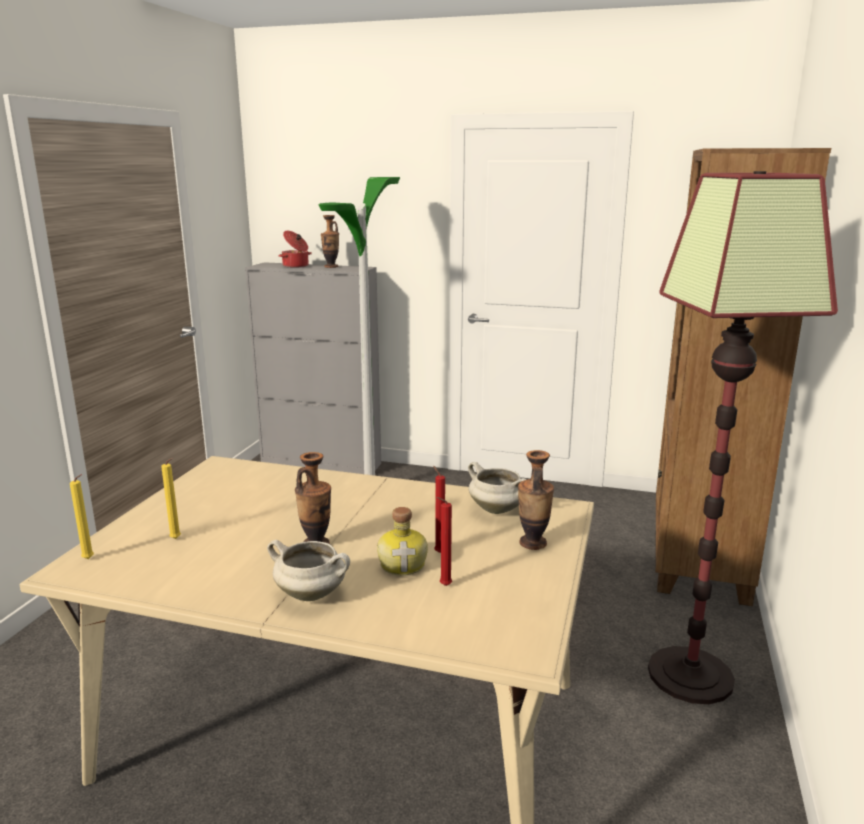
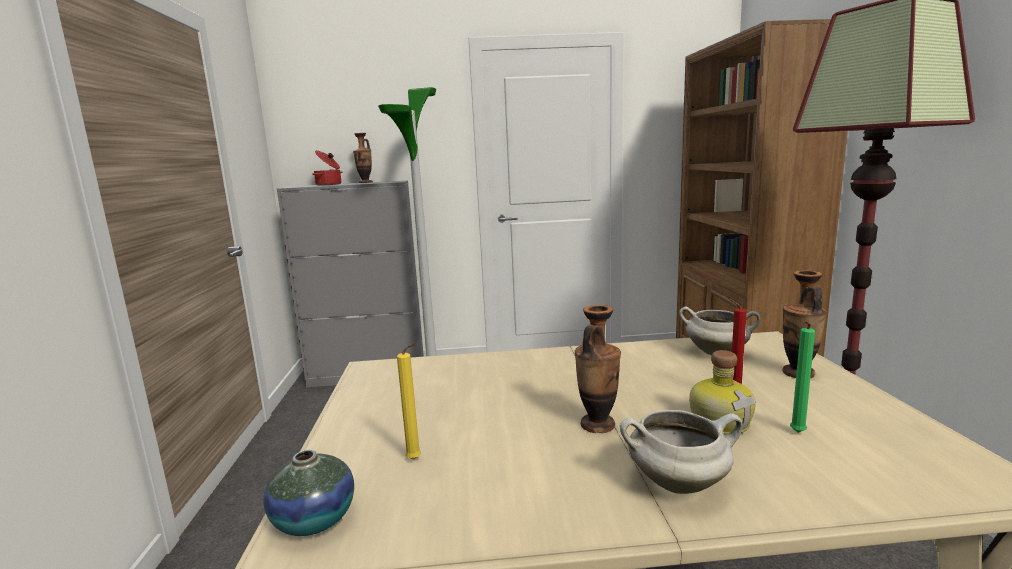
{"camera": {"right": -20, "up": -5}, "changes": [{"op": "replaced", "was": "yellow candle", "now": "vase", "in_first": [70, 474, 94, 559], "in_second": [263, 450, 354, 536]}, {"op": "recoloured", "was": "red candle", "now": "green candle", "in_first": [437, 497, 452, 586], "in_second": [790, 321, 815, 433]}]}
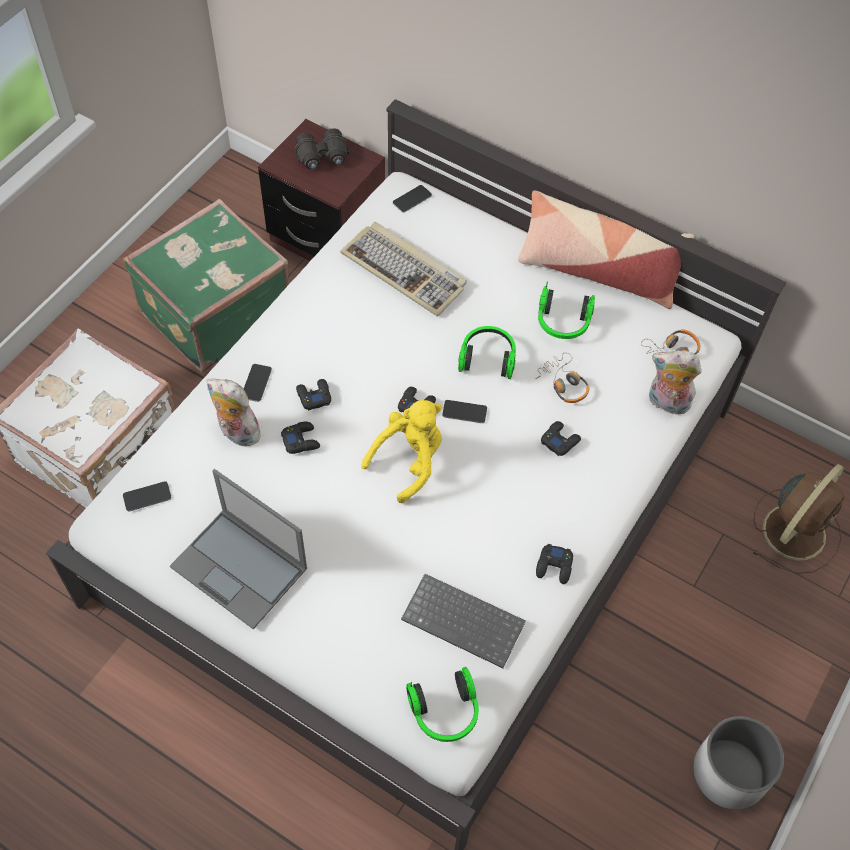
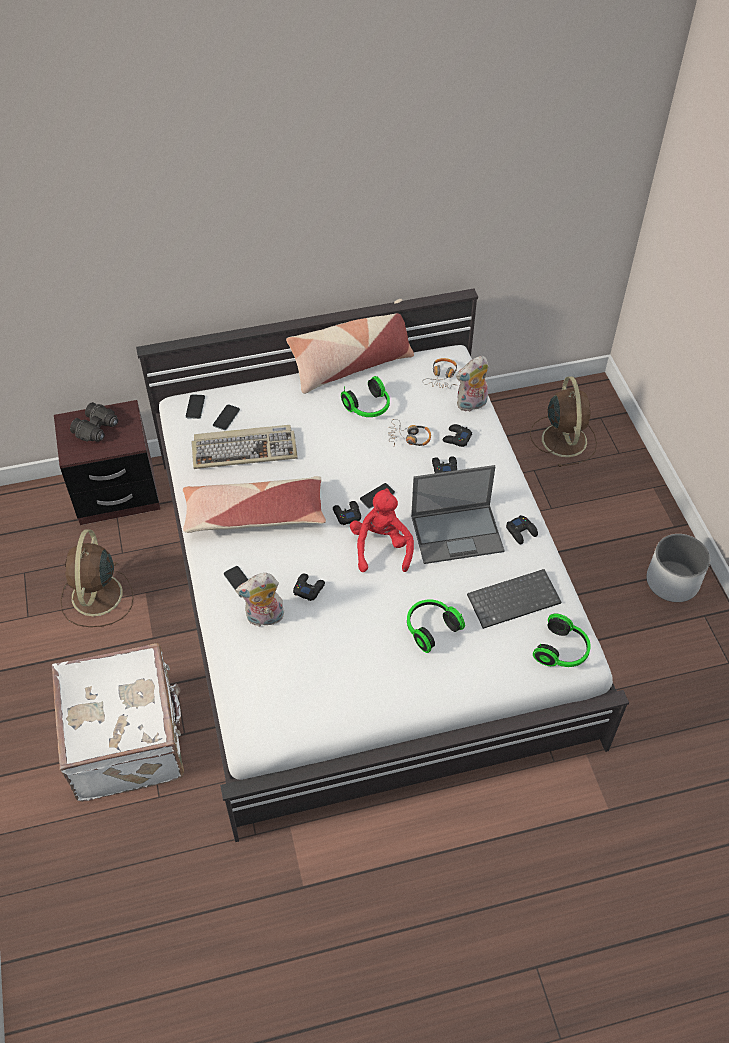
{"camera": {"right": -45, "up": -5}, "changes": [{"op": "replaced", "was": "green suitcase", "now": "brown fan", "in_first": [123, 199, 289, 372], "in_second": [60, 530, 133, 627]}, {"op": "moved", "was": "headphones", "in_first": [458, 326, 516, 379], "in_second": [407, 599, 465, 653]}, {"op": "moved", "was": "black game controller", "in_first": [296, 379, 331, 410], "in_second": [443, 424, 472, 447]}, {"op": "recoloured", "was": "yellow plush toy", "now": "red plush toy", "in_first": [361, 400, 442, 503], "in_second": [350, 488, 414, 572]}, {"op": "moved", "was": "laptop", "in_first": [170, 469, 307, 630], "in_second": [411, 465, 504, 564]}, {"op": "moved", "was": "phone", "in_first": [123, 481, 171, 511], "in_second": [213, 404, 240, 430]}, {"op": "added", "now": "pillow", "in_second": [183, 476, 326, 533]}]}
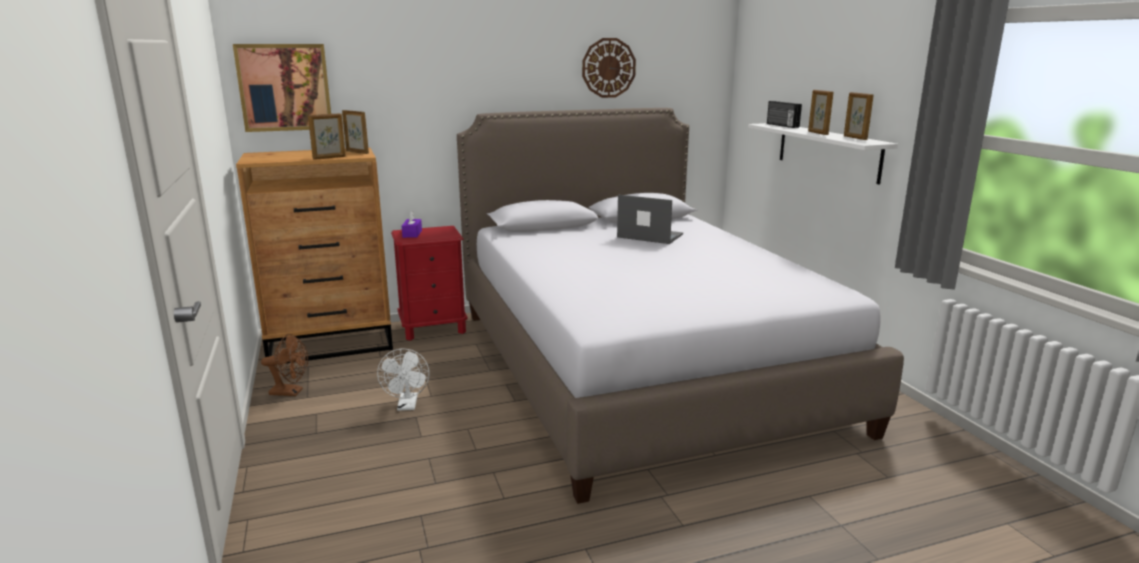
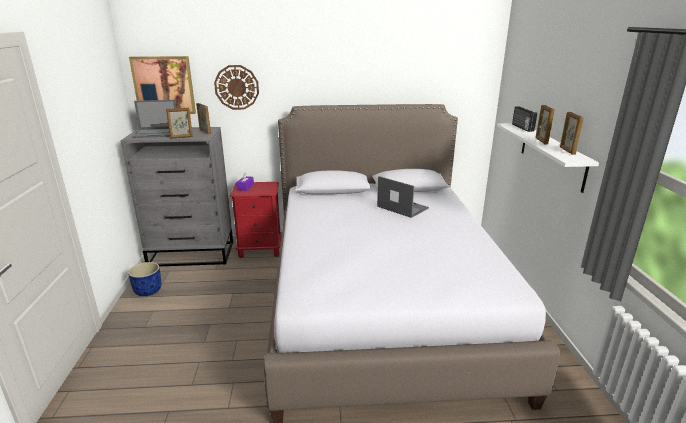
{"camera": {"right": 15, "up": 5}, "changes": [{"op": "moved", "was": "wall clock", "in_first": [582, 38, 636, 98], "in_second": [214, 65, 259, 110]}, {"op": "recoloured", "was": "brown dresser", "now": "grey dresser", "in_first": [236, 147, 393, 364], "in_second": [120, 127, 233, 267]}, {"op": "replaced", "was": "brown fan", "now": "blue planter", "in_first": [261, 334, 308, 396], "in_second": [128, 262, 161, 296]}, {"op": "removed", "was": "white fan", "in_first": [377, 348, 430, 411]}, {"op": "added", "now": "laptop", "in_second": [132, 100, 176, 138]}]}
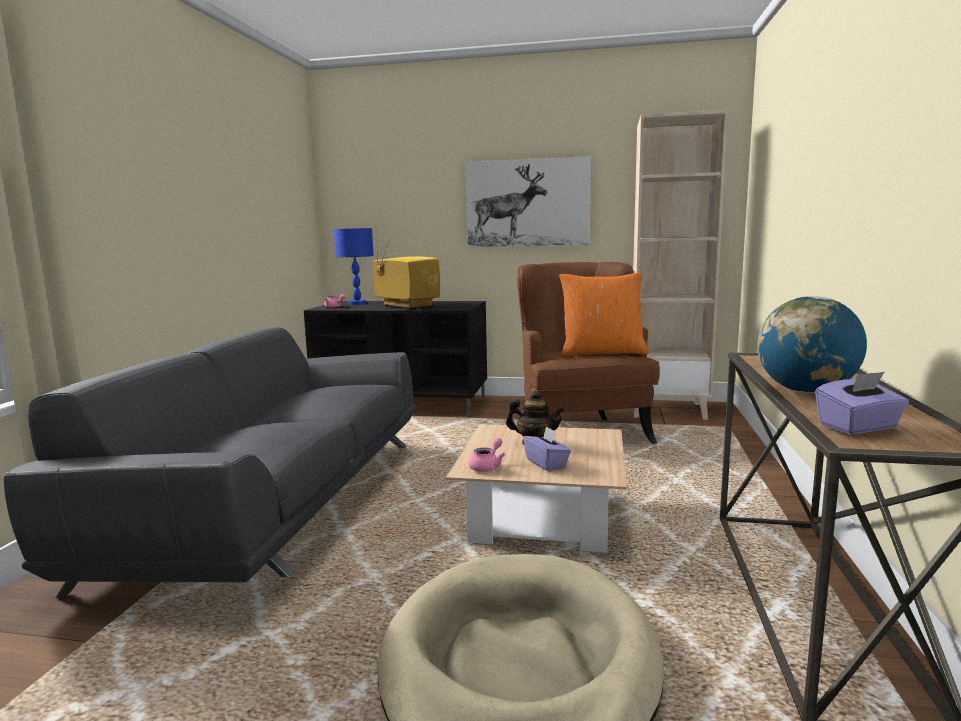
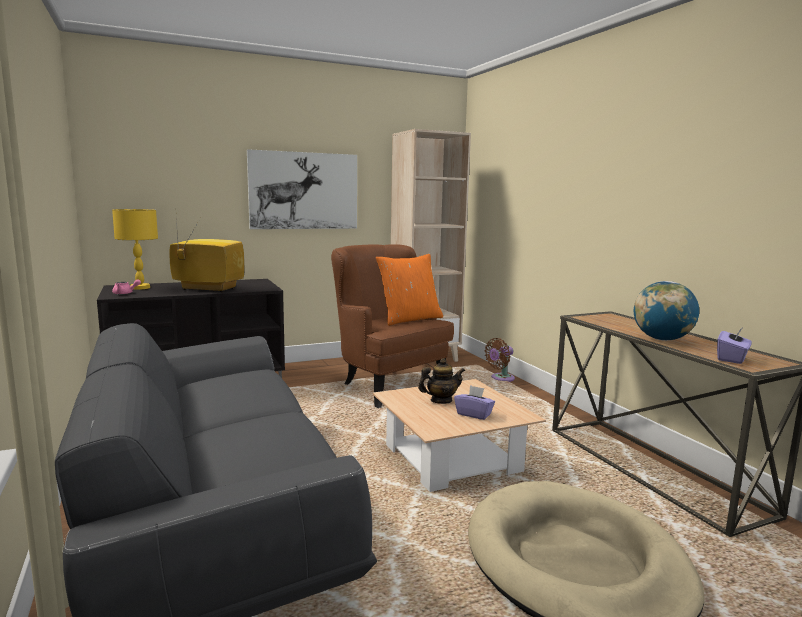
{"camera": {"right": -35, "up": 0}, "changes": [{"op": "recoloured", "was": "blue table lamp", "now": "yellow table lamp", "in_first": [334, 228, 374, 305], "in_second": [112, 209, 158, 290]}, {"op": "removed", "was": "pink teapot", "in_first": [469, 437, 505, 472]}, {"op": "added", "now": "brown fan", "in_second": [484, 338, 515, 382]}]}
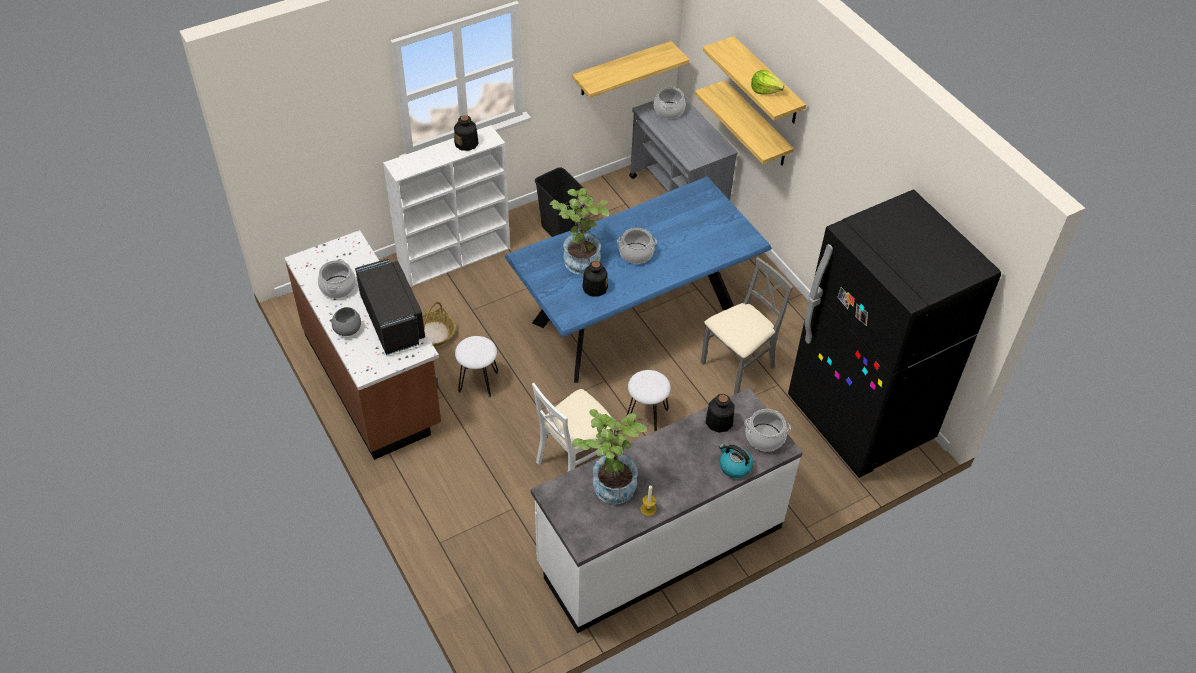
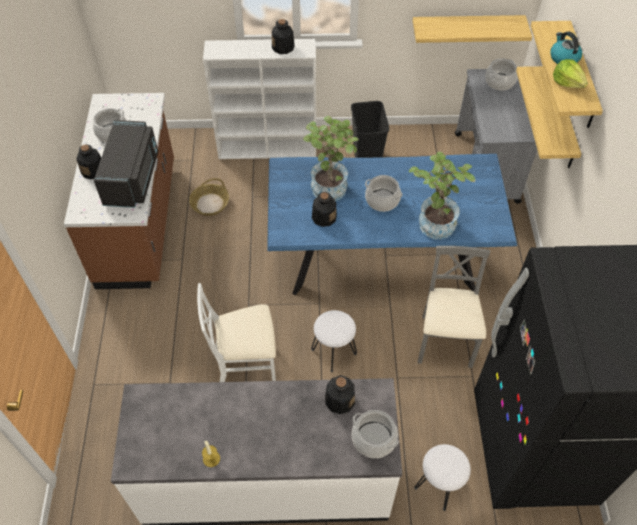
{"camera": {"right": 30, "up": 5}, "changes": [{"op": "turned", "was": "grey chair", "in_first": [701, 257, 793, 394], "in_second": [418, 246, 490, 368], "clockwise": -75}, {"op": "replaced", "was": "grey bowl", "now": "bottle", "in_first": [331, 307, 361, 336], "in_second": [77, 144, 101, 179]}, {"op": "moved", "was": "white stool", "in_first": [455, 336, 498, 397], "in_second": [414, 444, 471, 511]}, {"op": "moved", "was": "potted plant", "in_first": [572, 409, 647, 504], "in_second": [409, 152, 475, 239]}, {"op": "moved", "was": "kettle", "in_first": [719, 444, 753, 478], "in_second": [550, 31, 582, 64]}]}
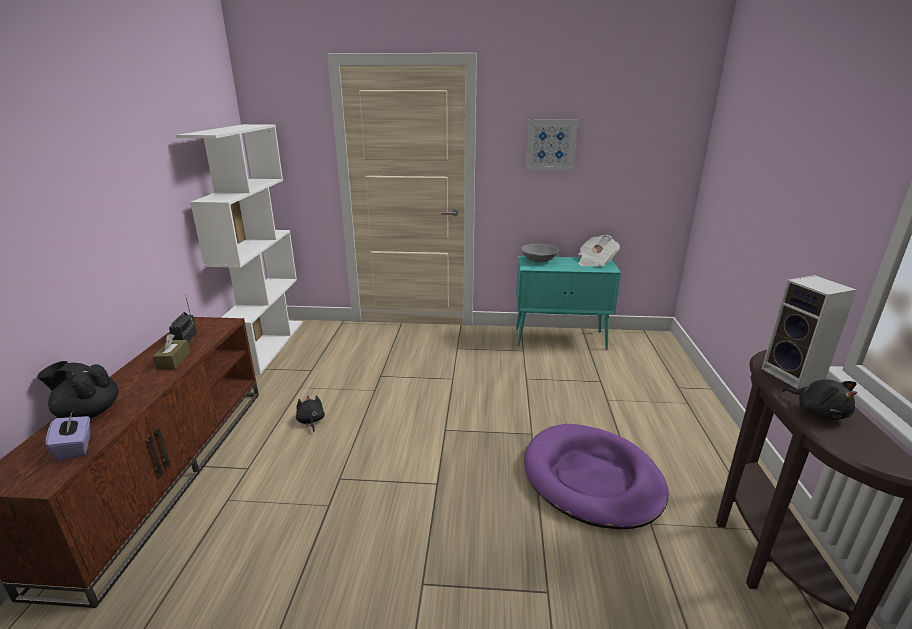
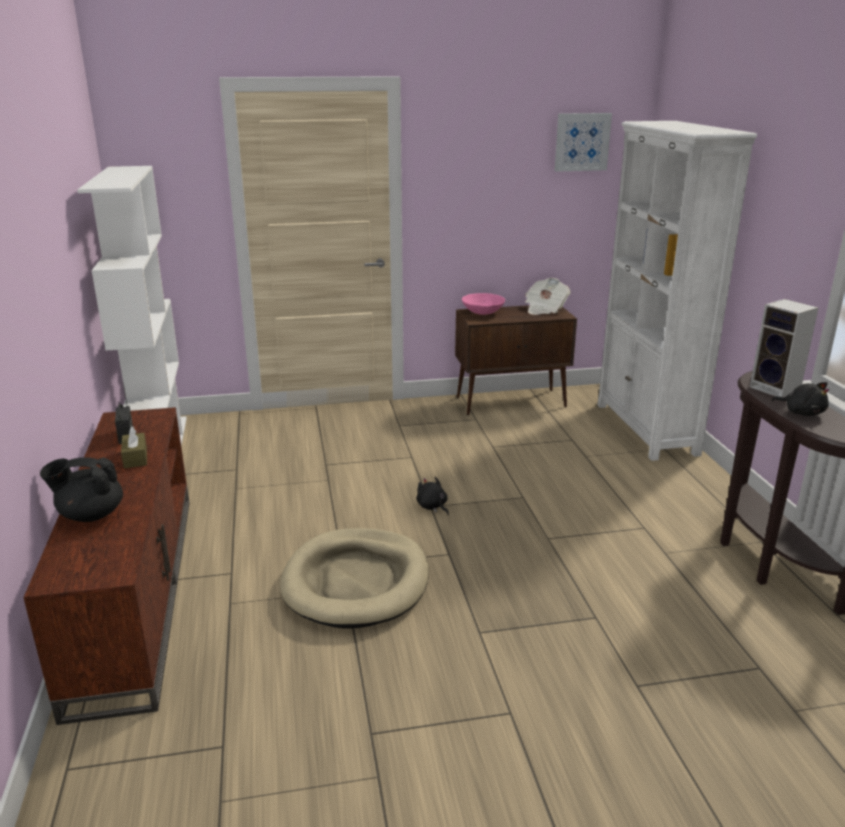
{"camera": {"right": -15, "up": 0}, "changes": [{"op": "moved", "was": "picture", "in_first": [526, 119, 578, 170], "in_second": [555, 113, 612, 172]}, {"op": "recoloured", "was": "grey bowl", "now": "pink bowl", "in_first": [521, 244, 559, 262], "in_second": [462, 293, 505, 315]}, {"op": "recoloured", "was": "turquoise cabinet", "now": "brown cabinet", "in_first": [516, 256, 621, 349], "in_second": [455, 305, 577, 415]}, {"op": "moved", "was": "black plush toy", "in_first": [296, 395, 325, 432], "in_second": [416, 476, 449, 515]}, {"op": "removed", "was": "purple tissue box", "in_first": [46, 412, 90, 462]}, {"op": "removed", "was": "purple dog bed", "in_first": [524, 424, 669, 529]}, {"op": "added", "now": "white bookcase", "in_second": [597, 121, 757, 461]}, {"op": "added", "now": "beige dog bed", "in_second": [280, 528, 429, 629]}]}
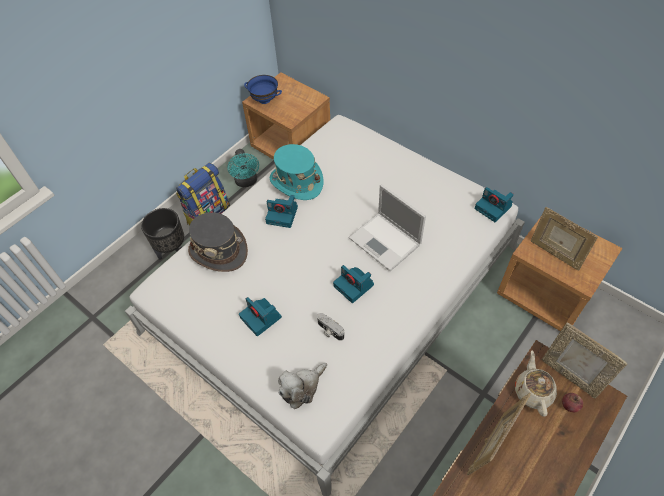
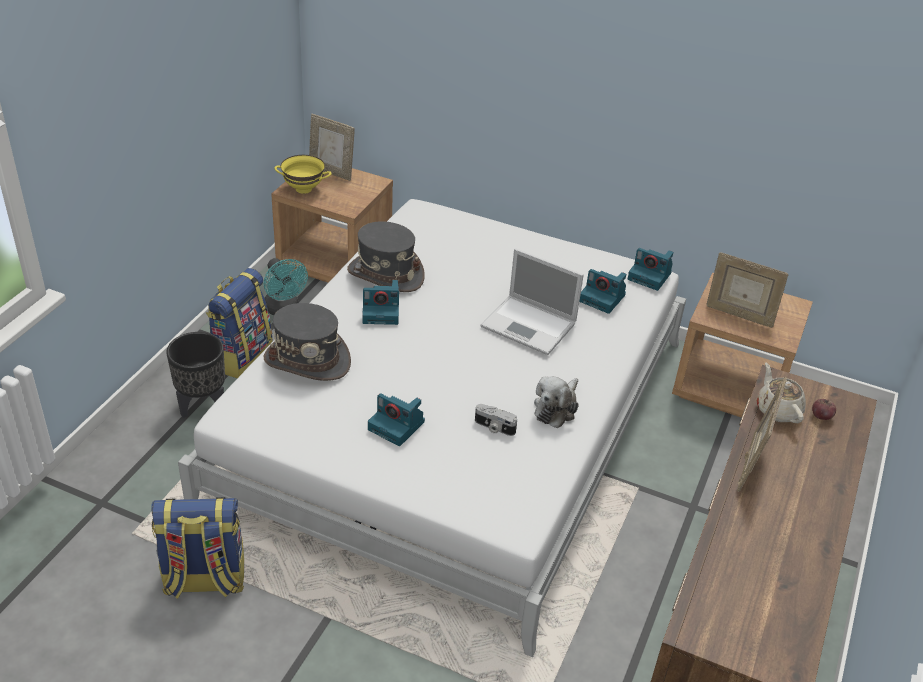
{"camera": {"right": -20, "up": -15}, "changes": [{"op": "recoloured", "was": "blue bowl", "now": "yellow bowl", "in_first": [244, 75, 282, 104], "in_second": [274, 155, 332, 194]}, {"op": "recoloured", "was": "turquoise hat", "now": "grey hat", "in_first": [270, 144, 323, 200], "in_second": [347, 221, 425, 292]}, {"op": "moved", "was": "photo camera", "in_first": [333, 265, 374, 303], "in_second": [579, 269, 626, 314]}, {"op": "moved", "was": "picture frame", "in_first": [541, 322, 628, 399], "in_second": [309, 114, 355, 181]}, {"op": "moved", "was": "plush toy", "in_first": [278, 363, 327, 409], "in_second": [534, 376, 579, 428]}, {"op": "added", "now": "backpack", "in_second": [152, 497, 244, 599]}]}
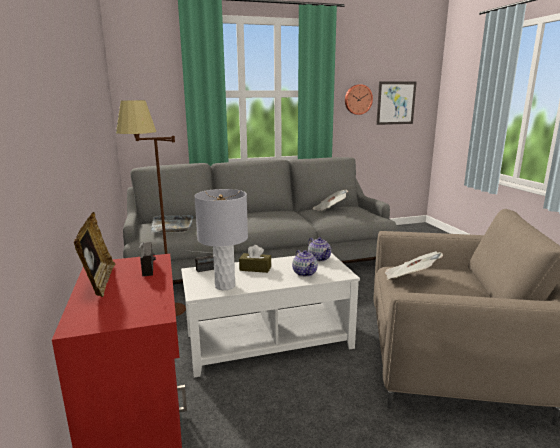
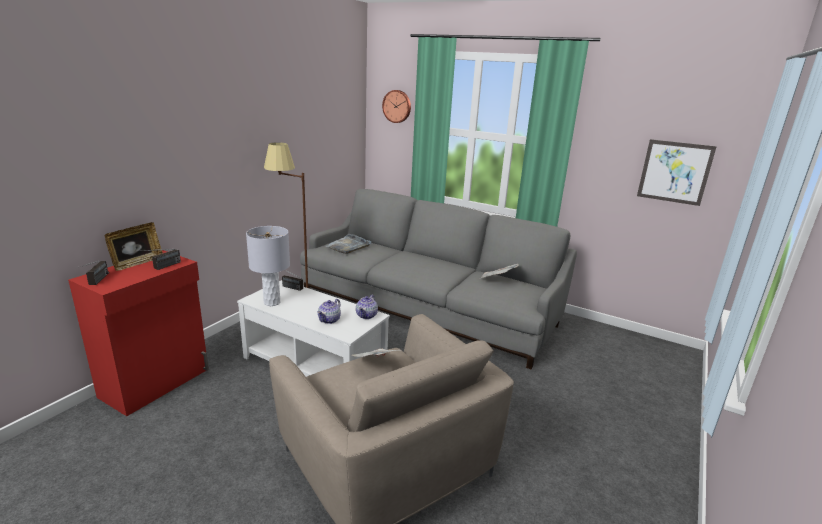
{"camera": {"right": 45, "up": 5}, "changes": [{"op": "moved", "was": "wall clock", "in_first": [345, 84, 373, 115], "in_second": [382, 90, 411, 123]}, {"op": "removed", "was": "brown tissue box", "in_first": [239, 245, 271, 273]}, {"op": "added", "now": "radio", "in_second": [76, 261, 109, 285]}]}
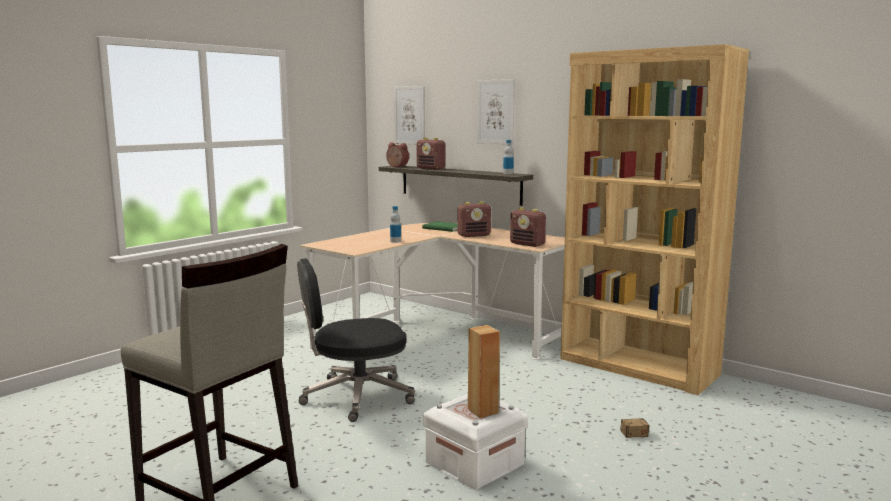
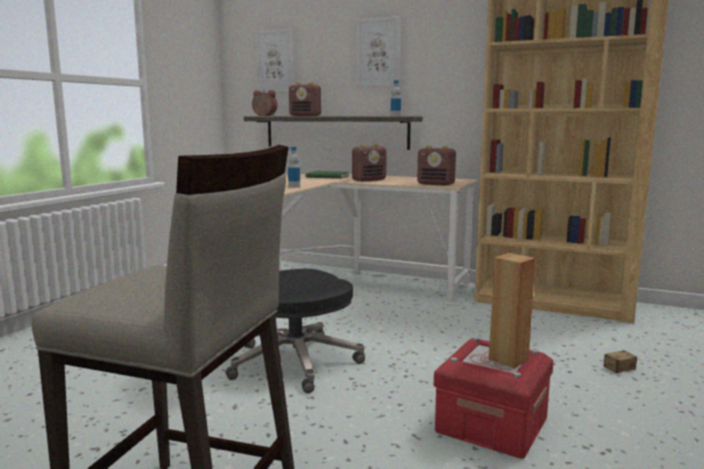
{"camera": {"right": -15, "up": 0}, "changes": [{"op": "recoloured", "was": "white storage box", "now": "red storage box", "in_first": [423, 394, 528, 490], "in_second": [434, 337, 554, 459]}]}
